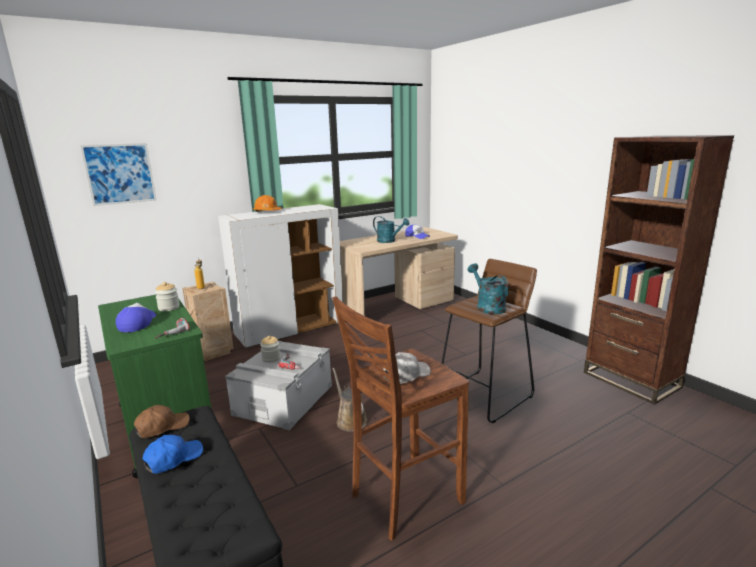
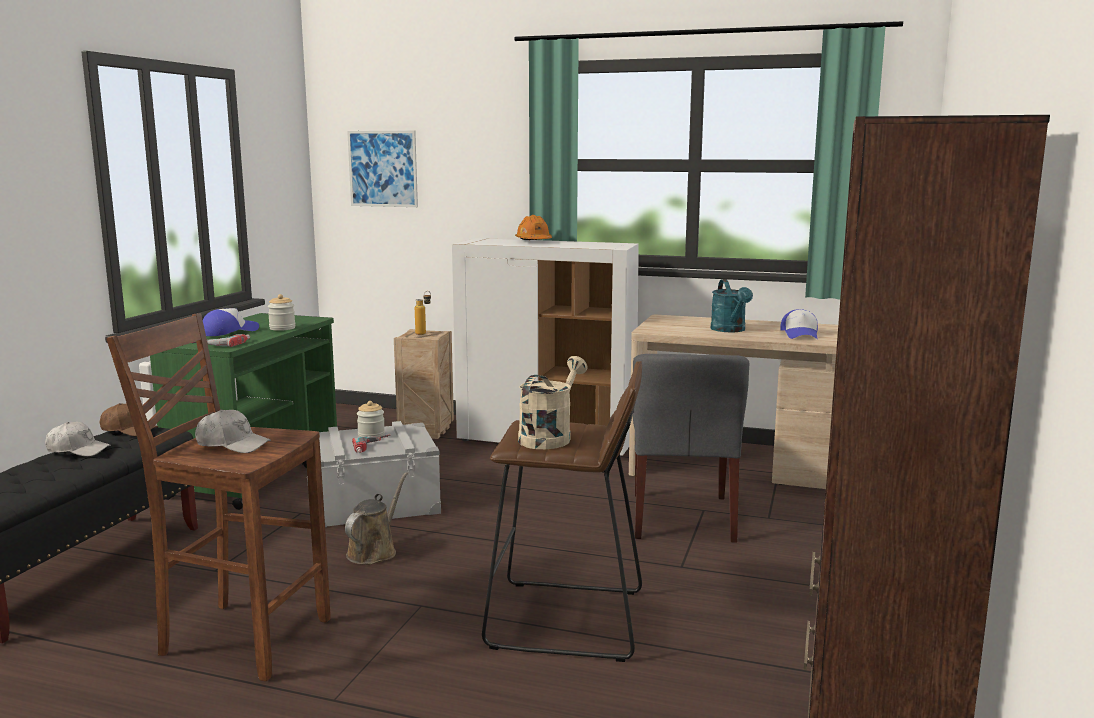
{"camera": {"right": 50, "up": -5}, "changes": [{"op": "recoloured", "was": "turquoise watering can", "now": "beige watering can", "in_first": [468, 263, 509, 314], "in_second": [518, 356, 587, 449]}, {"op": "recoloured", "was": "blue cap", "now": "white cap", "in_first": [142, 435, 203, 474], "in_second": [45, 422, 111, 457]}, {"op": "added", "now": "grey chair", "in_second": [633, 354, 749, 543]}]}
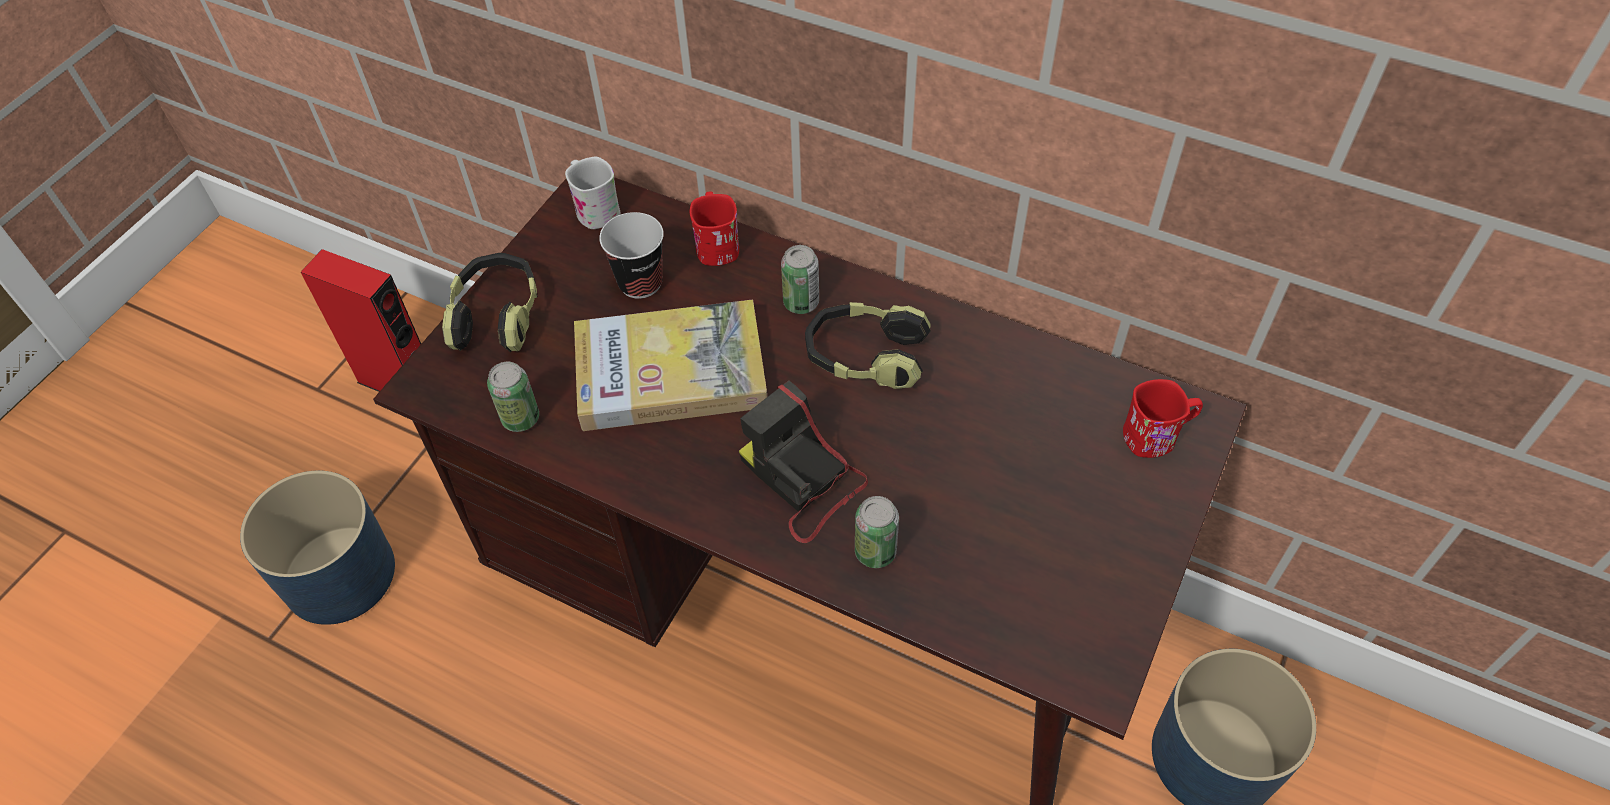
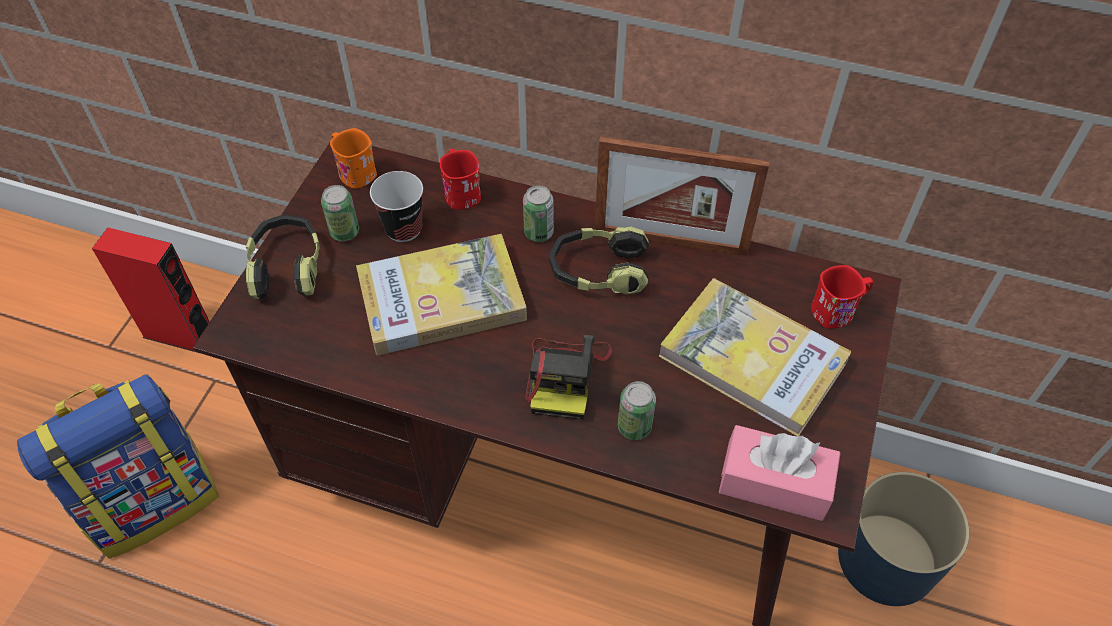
{"camera": {"right": -10, "up": 0}, "changes": [{"op": "recoloured", "was": "white mug", "now": "orange mug", "in_first": [565, 157, 621, 229], "in_second": [330, 128, 377, 189]}, {"op": "moved", "was": "can", "in_first": [487, 362, 539, 432], "in_second": [321, 185, 359, 241]}, {"op": "turned", "was": "photo camera", "in_first": [739, 380, 868, 543], "in_second": [526, 335, 612, 420], "clockwise": -120}, {"op": "replaced", "was": "blue planter", "now": "backpack", "in_first": [240, 471, 395, 625], "in_second": [17, 374, 219, 559]}, {"op": "added", "now": "picture frame", "in_second": [595, 136, 770, 256]}, {"op": "added", "now": "book", "in_second": [659, 278, 851, 436]}, {"op": "added", "now": "pink tissue box", "in_second": [719, 425, 840, 521]}]}
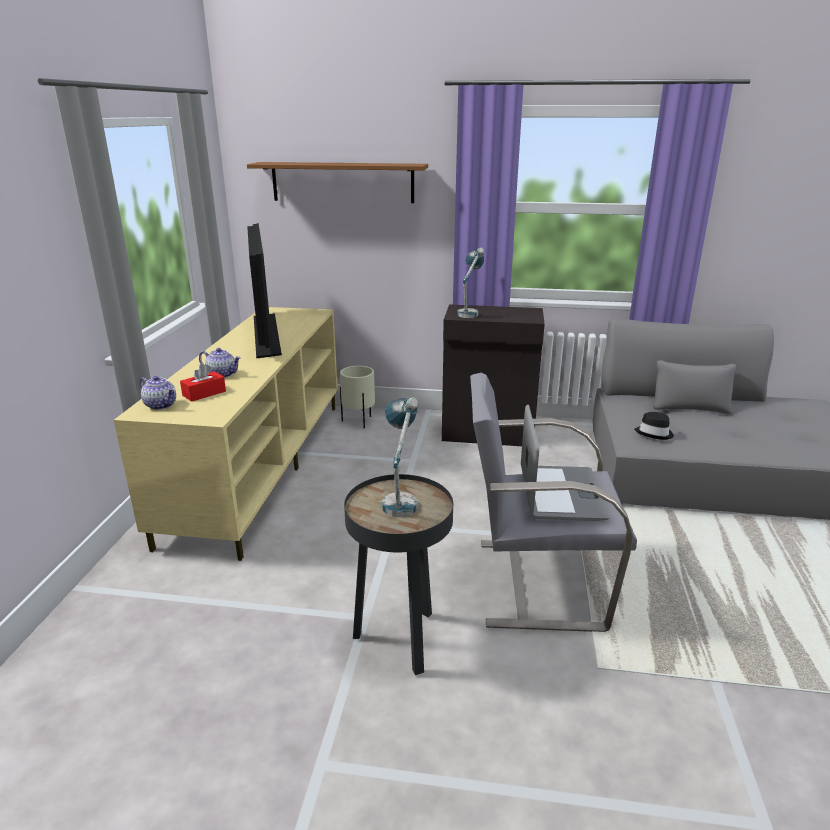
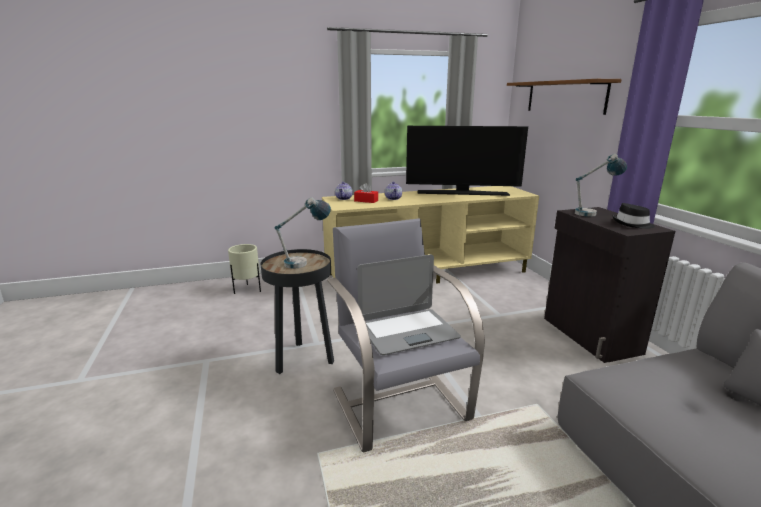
{"camera": {"right": 65, "up": -5}, "changes": [{"op": "turned", "was": "television", "in_first": [247, 223, 282, 358], "in_second": [406, 126, 528, 196], "clockwise": 45}, {"op": "moved", "was": "beige planter", "in_first": [340, 366, 375, 428], "in_second": [228, 244, 261, 294]}, {"op": "moved", "was": "black hat", "in_first": [634, 412, 674, 440], "in_second": [612, 203, 655, 229]}]}
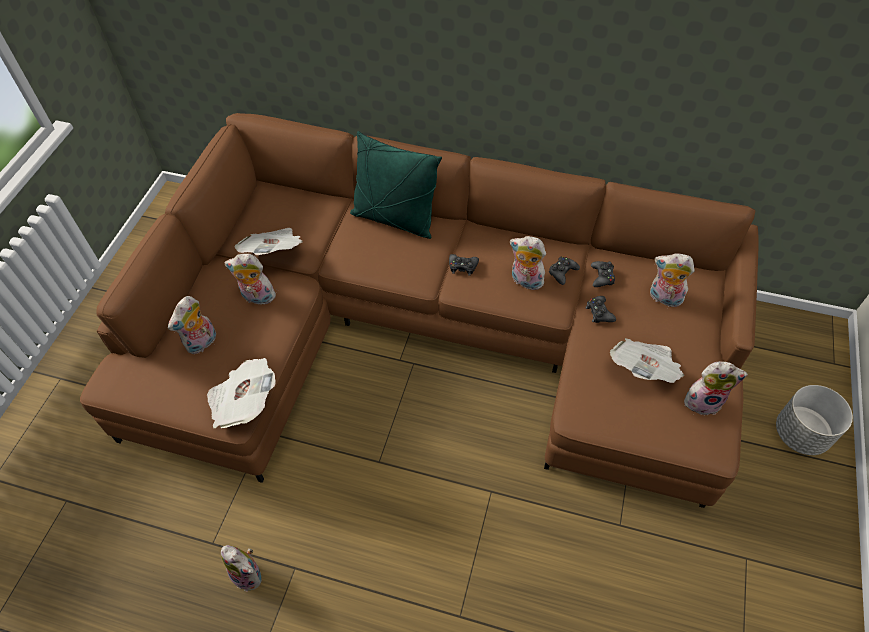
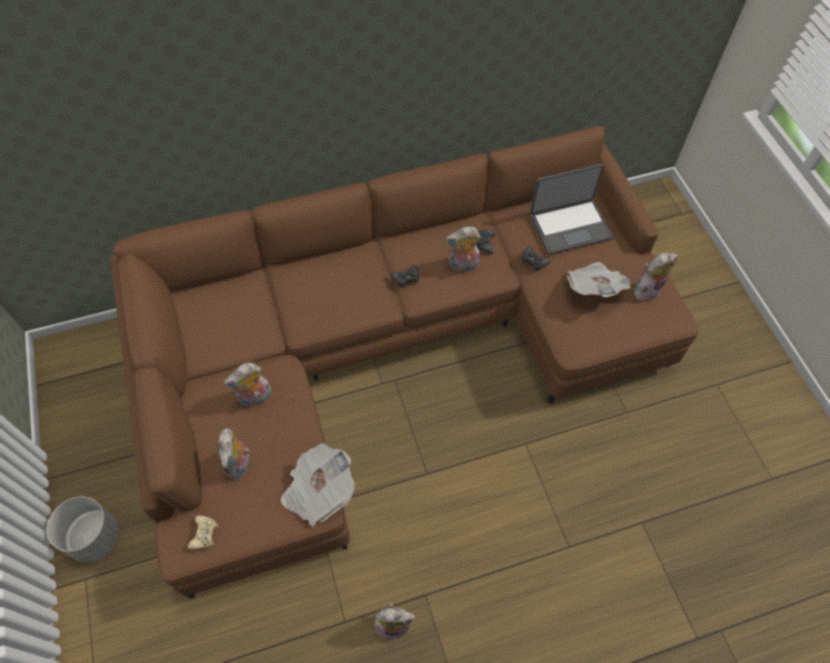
{"camera": {"right": -35, "up": 5}, "changes": [{"op": "removed", "was": "green pillow", "in_first": [350, 131, 442, 239]}, {"op": "removed", "was": "newspaper", "in_first": [235, 228, 303, 255]}, {"op": "replaced", "was": "plush toy", "now": "laptop", "in_first": [650, 253, 695, 307], "in_second": [530, 164, 613, 255]}, {"op": "removed", "was": "black game controller", "in_first": [591, 261, 615, 287]}, {"op": "moved", "was": "grey planter", "in_first": [776, 385, 853, 455], "in_second": [47, 496, 119, 562]}, {"op": "added", "now": "beige game controller", "in_second": [188, 515, 219, 549]}]}
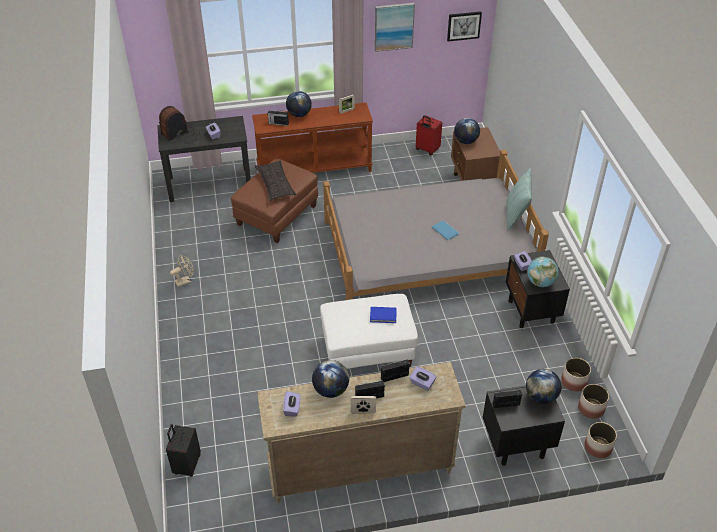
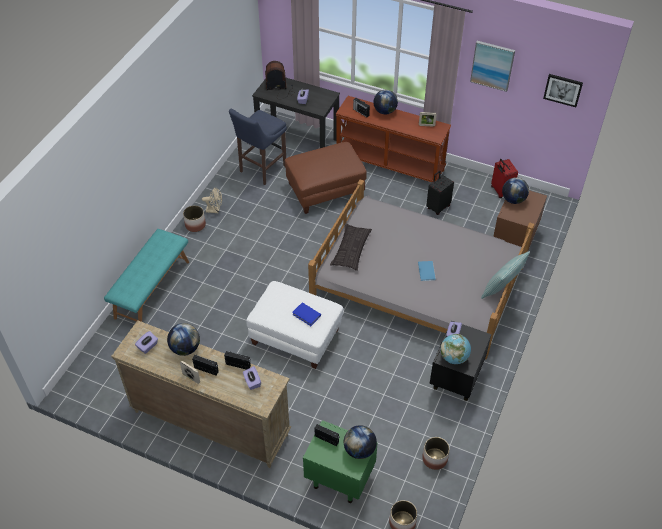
{"camera": {"right": 35, "up": 5}, "changes": [{"op": "moved", "was": "pillow", "in_first": [255, 161, 296, 201], "in_second": [330, 223, 372, 271]}, {"op": "moved", "was": "planter", "in_first": [578, 384, 609, 419], "in_second": [183, 205, 206, 232]}, {"op": "recoloured", "was": "black nightstand", "now": "green nightstand", "in_first": [483, 385, 565, 466], "in_second": [303, 420, 378, 503]}, {"op": "moved", "was": "black suitcase", "in_first": [166, 424, 201, 477], "in_second": [426, 171, 454, 215]}, {"op": "added", "now": "blue stool", "in_second": [229, 109, 287, 185]}, {"op": "added", "now": "turquoise bench", "in_second": [104, 229, 189, 322]}]}
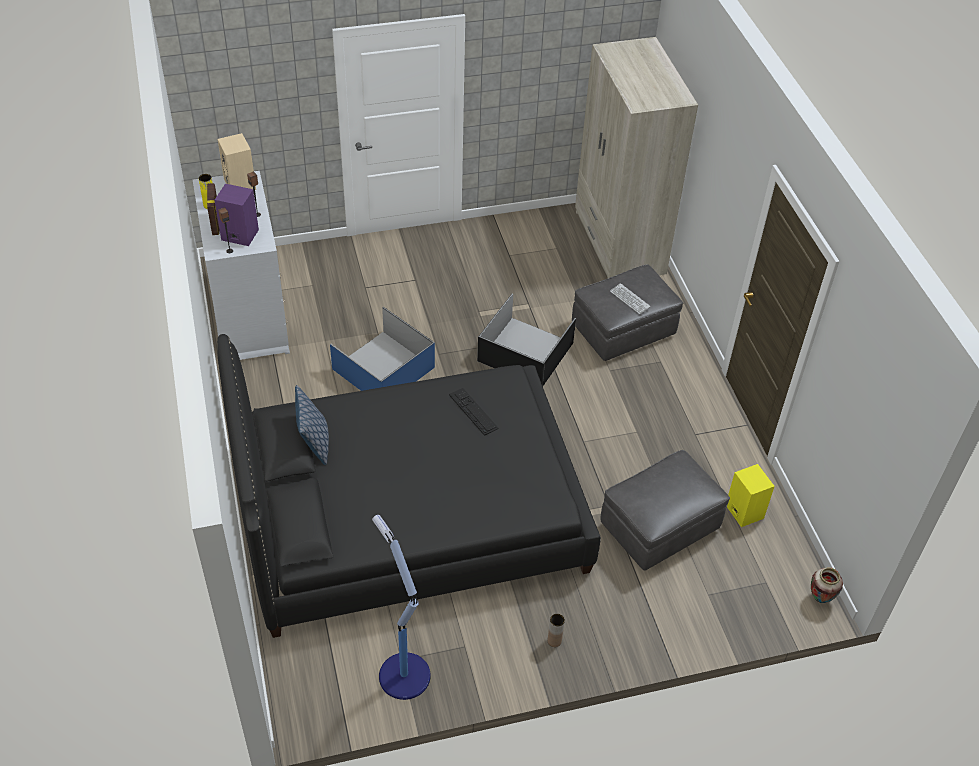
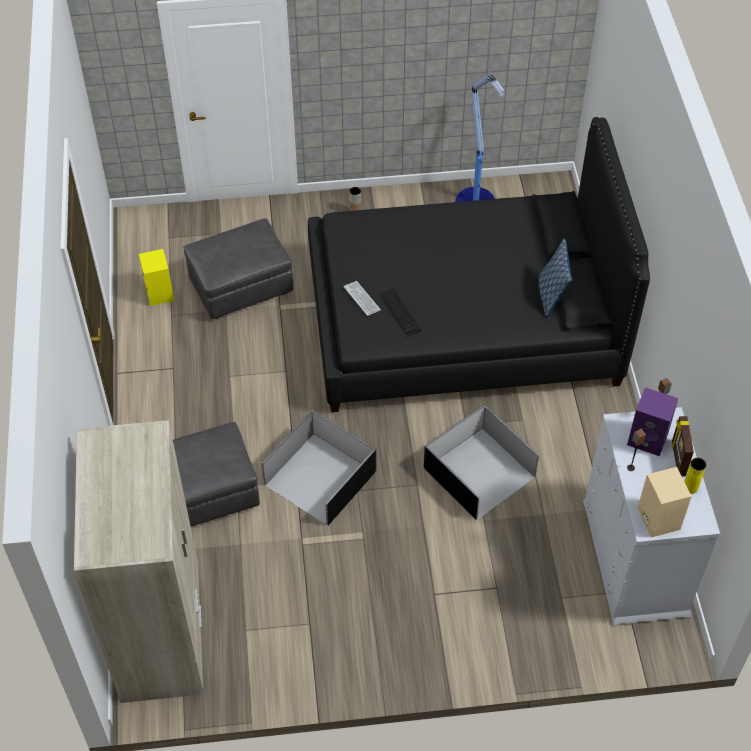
{"camera": {"right": -170, "up": 5}, "changes": [{"op": "moved", "was": "keyboard", "in_first": [610, 283, 650, 314], "in_second": [344, 281, 381, 316]}, {"op": "recoloured", "was": "blue storage box", "now": "black storage box", "in_first": [330, 307, 435, 391], "in_second": [424, 404, 539, 520]}, {"op": "removed", "was": "vase", "in_first": [811, 567, 843, 603]}]}
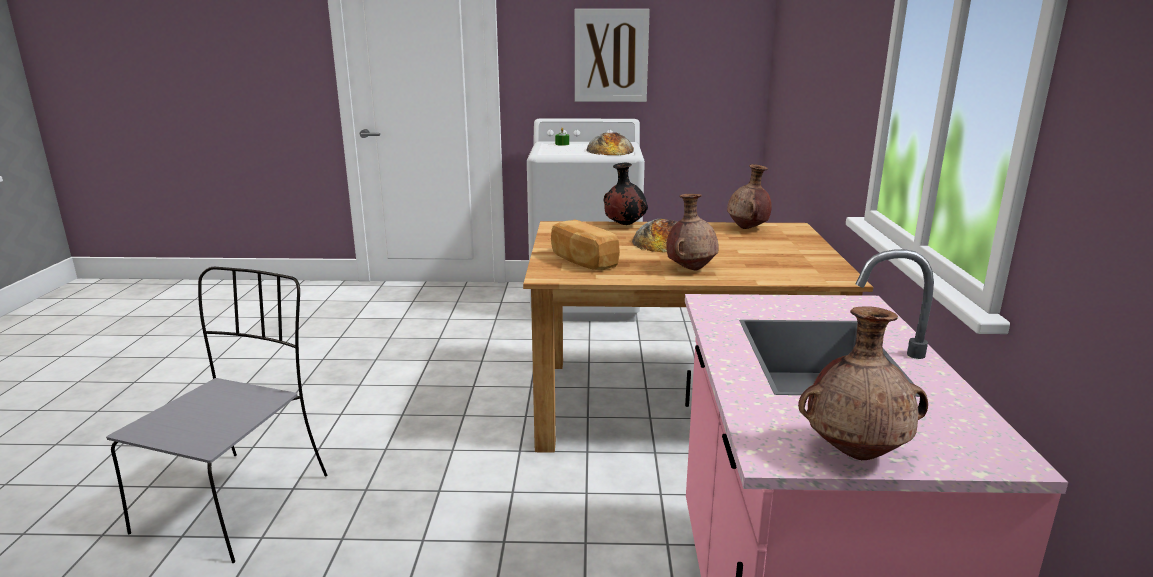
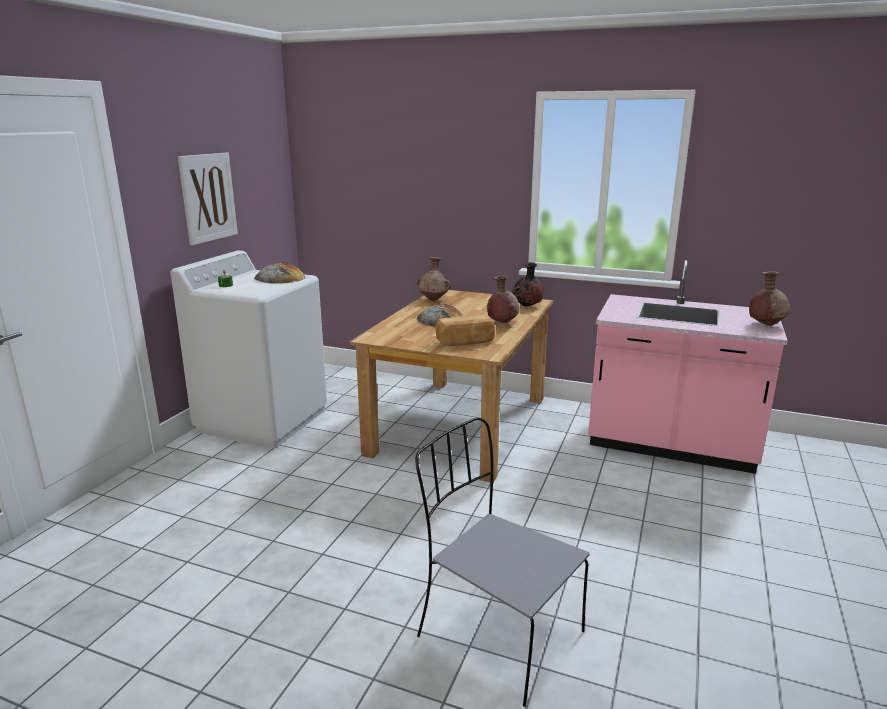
{"camera": {"right": -70, "up": 0}, "changes": [{"op": "moved", "was": "black vase", "in_first": [604, 163, 648, 225], "in_second": [512, 262, 544, 306]}]}
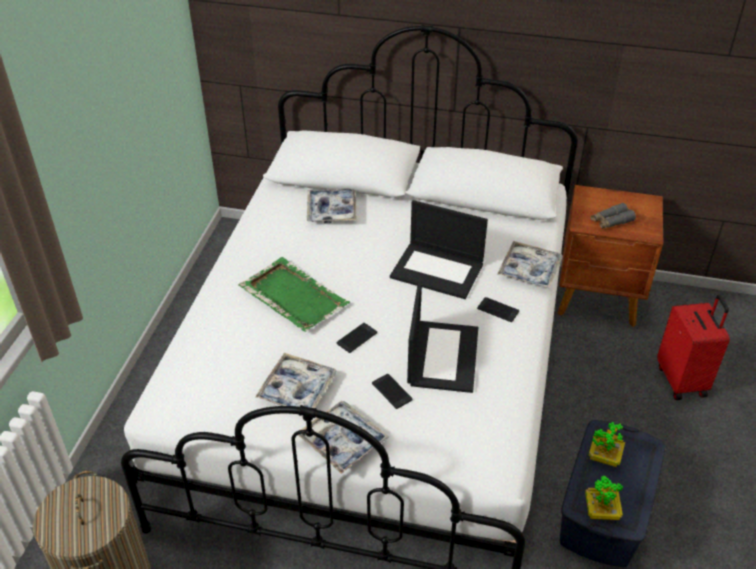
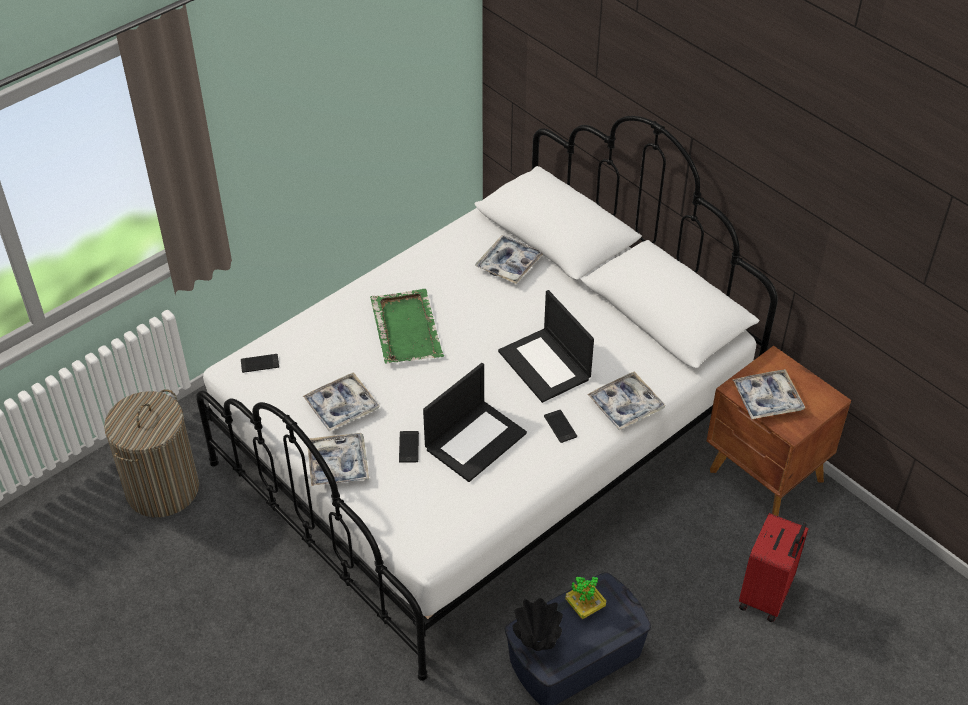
{"camera": {"right": 35, "up": 5}, "changes": [{"op": "replaced", "was": "grey binoculars", "now": "tray", "in_first": [590, 203, 636, 229], "in_second": [733, 369, 805, 419]}, {"op": "moved", "was": "phone", "in_first": [337, 323, 377, 353], "in_second": [241, 354, 279, 373]}, {"op": "replaced", "was": "potted plant", "now": "black vase", "in_first": [585, 476, 623, 520], "in_second": [512, 598, 563, 651]}]}
